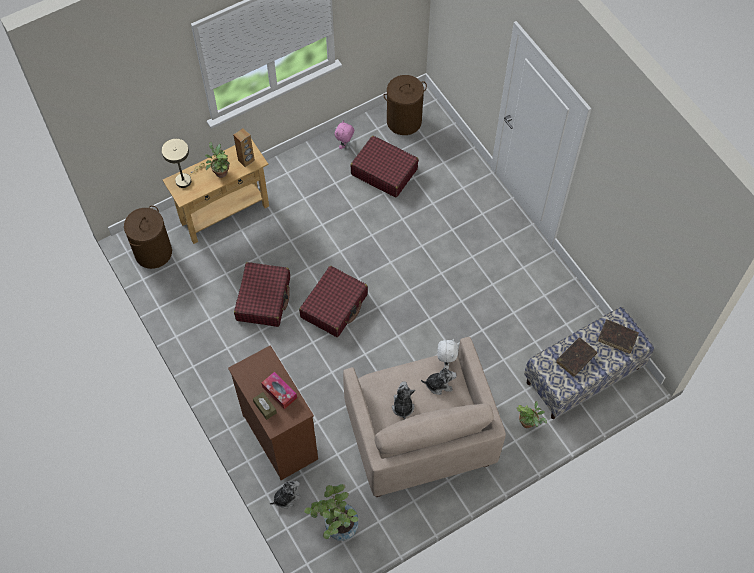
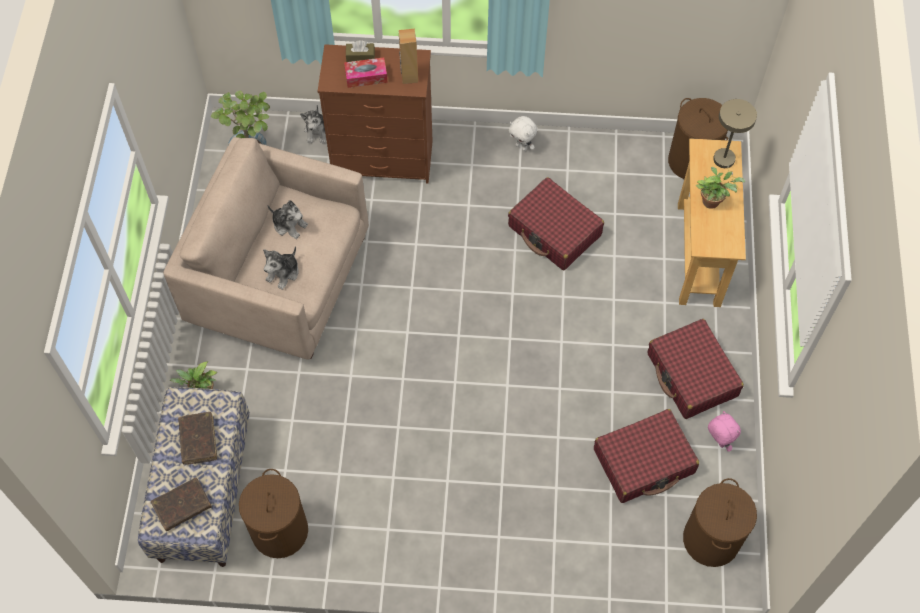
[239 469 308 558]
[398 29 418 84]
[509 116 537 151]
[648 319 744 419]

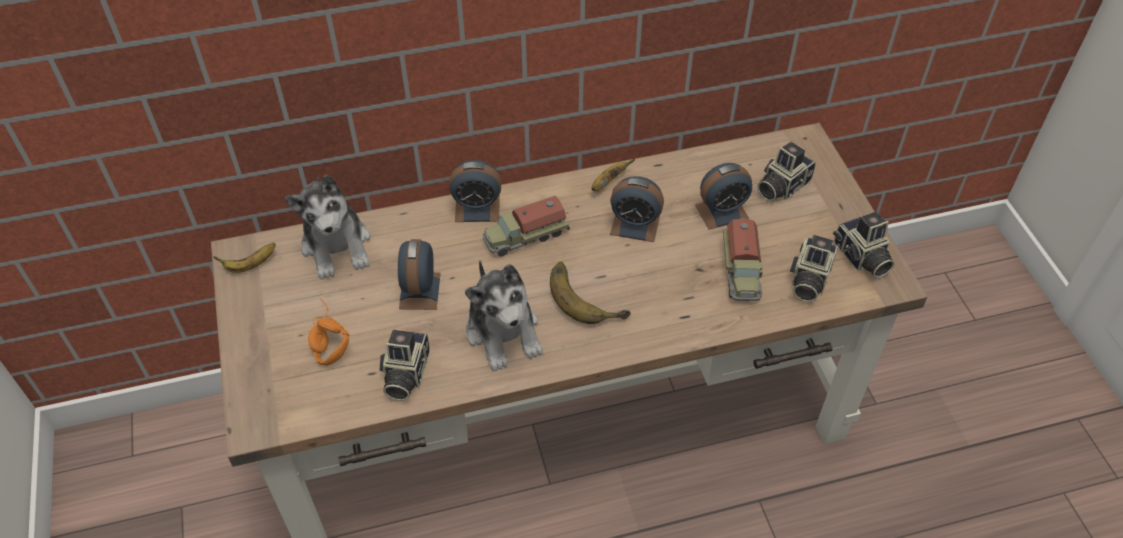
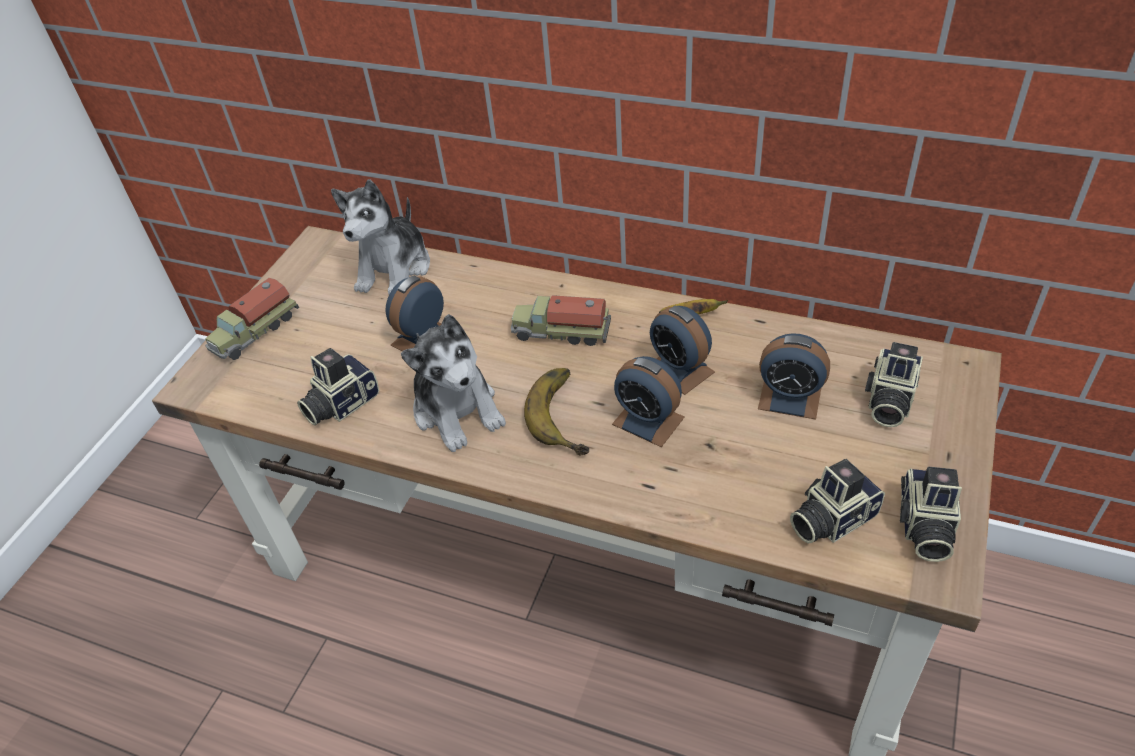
[205 278 299 360]
[401 314 506 452]
[612 356 685 447]
[865 342 923 427]
[214 243 276 273] (first image)
[308 299 349 366] (first image)

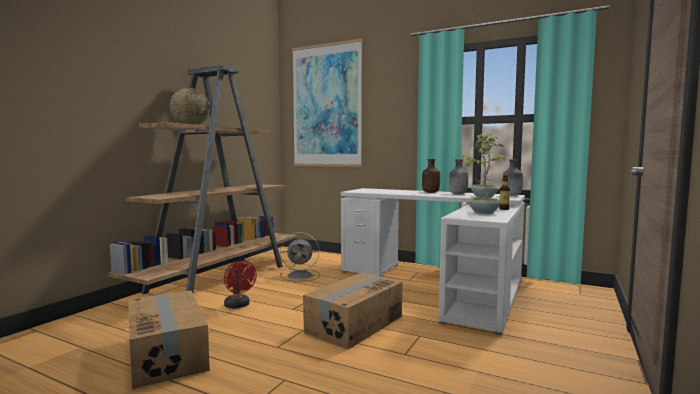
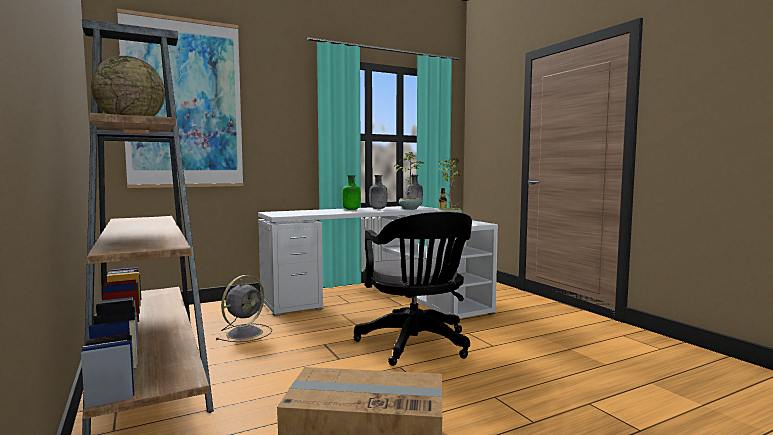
[342 175 361 210]
[354 212 472 366]
[224 260 257 309] (first image)

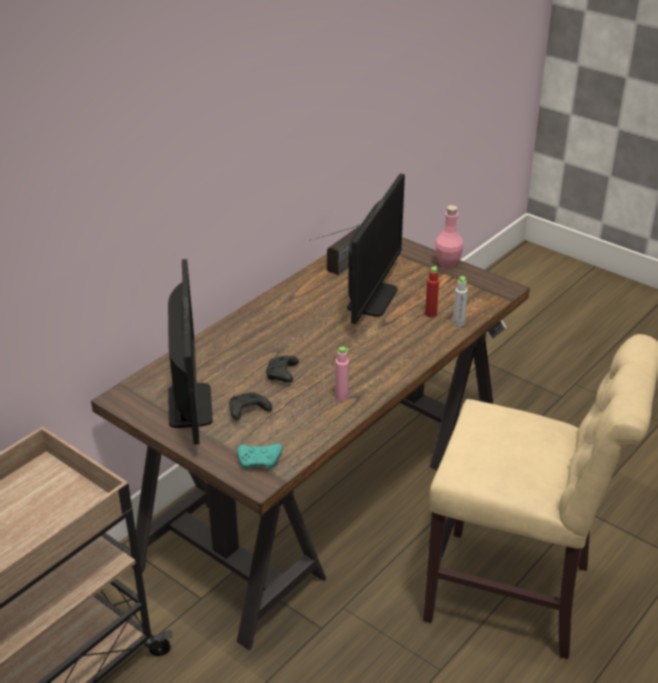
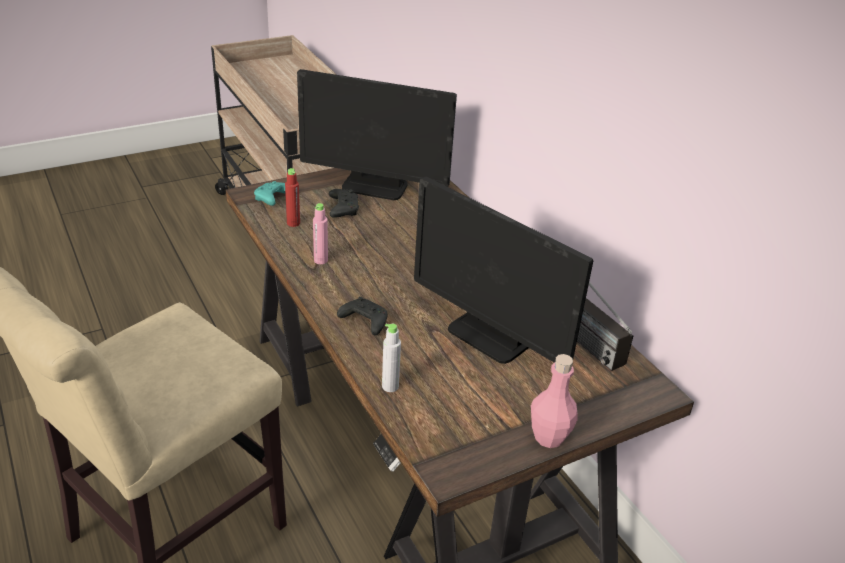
[285 168 300 227]
[337 297 388 335]

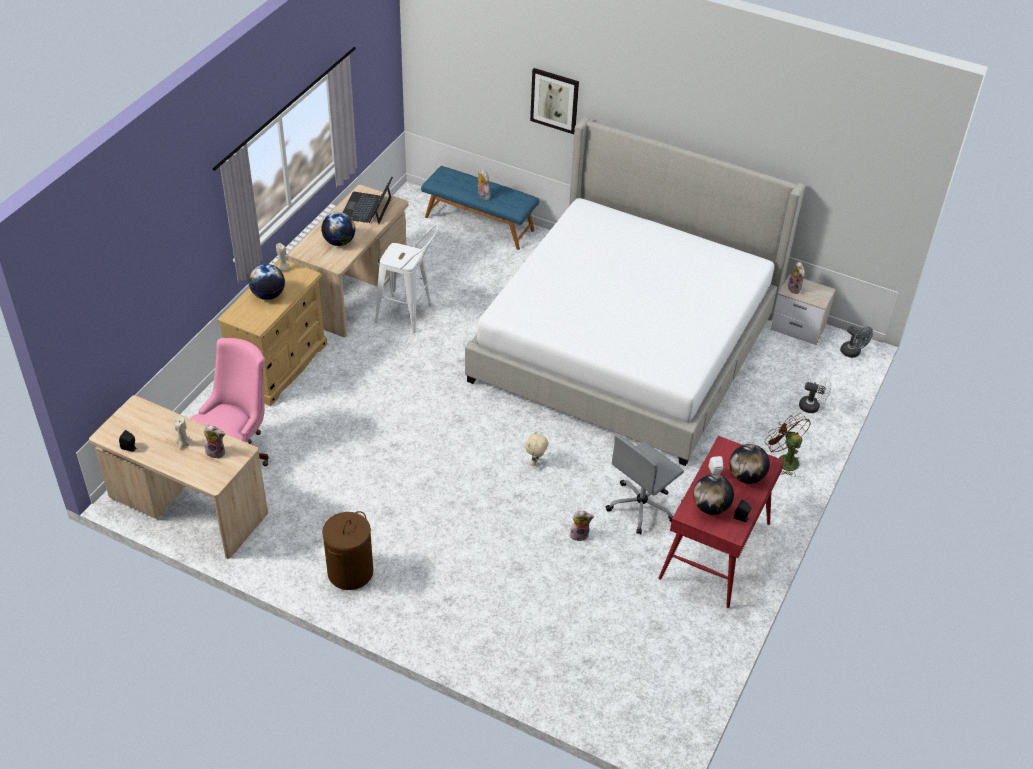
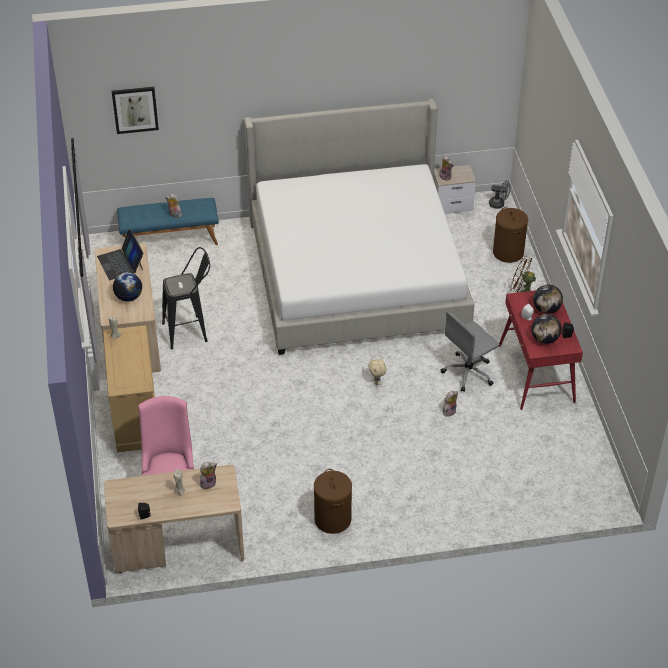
[112 87 159 134]
[162 247 210 350]
[441 312 500 392]
[493 207 528 263]
[249 264 285 300] (first image)

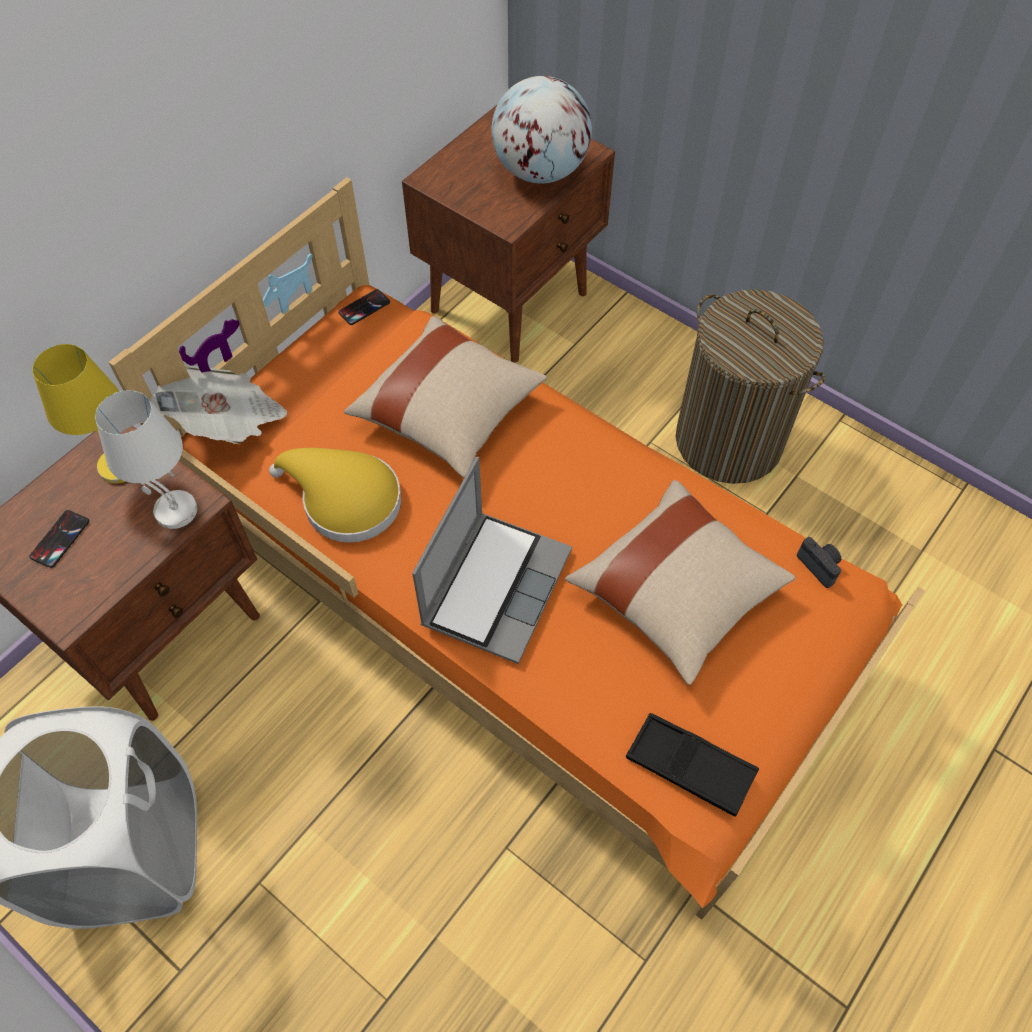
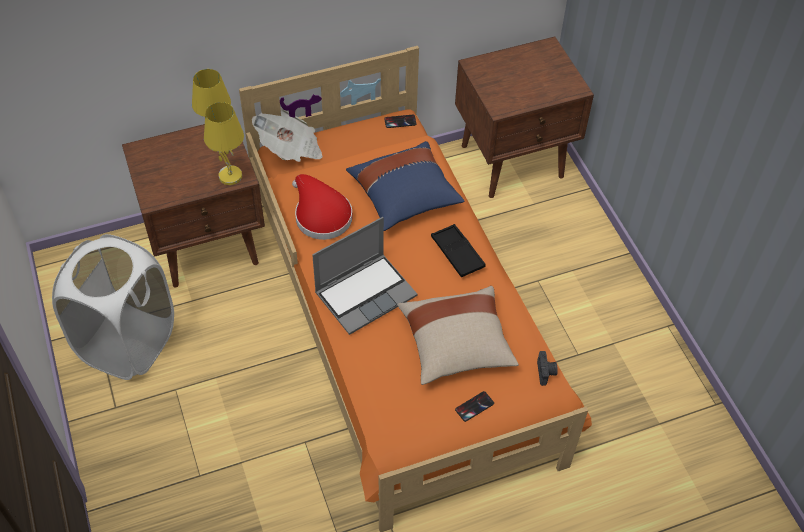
[204 102 244 185]
[292 174 353 240]
[346 141 465 231]
[431 224 486 277]
[455 391 494 422]
[491 76 592 184] (first image)
[675 289 826 484] (first image)

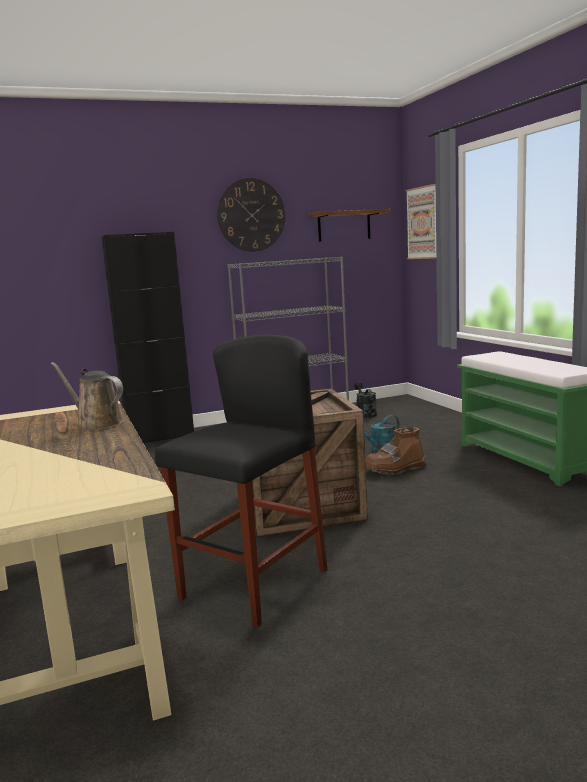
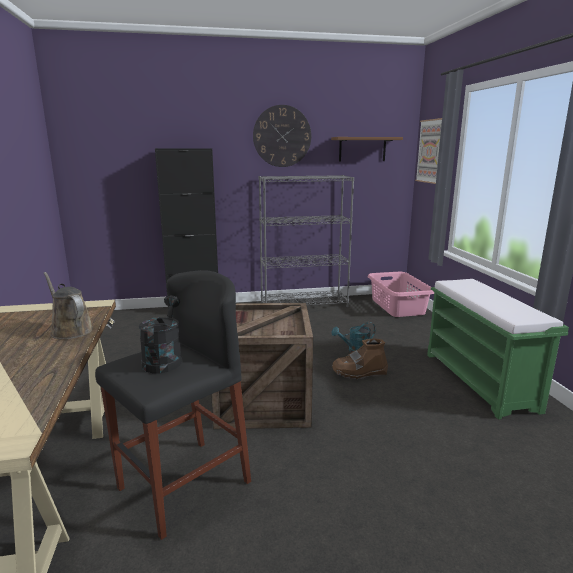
[139 295 182 374]
[367 272 434 317]

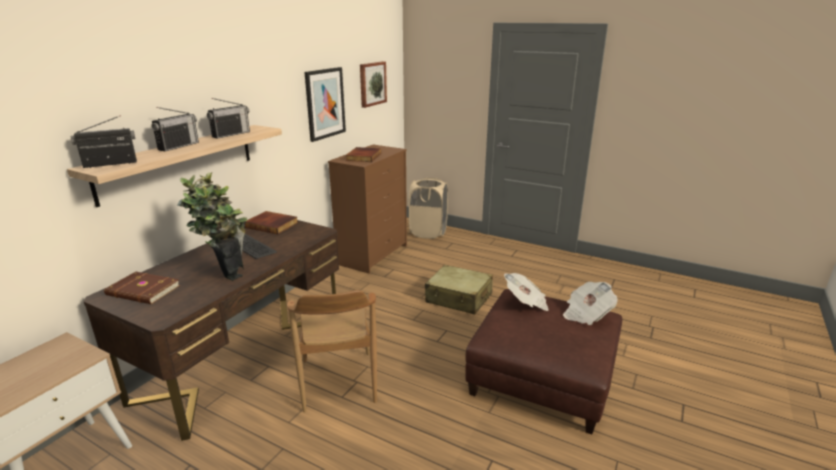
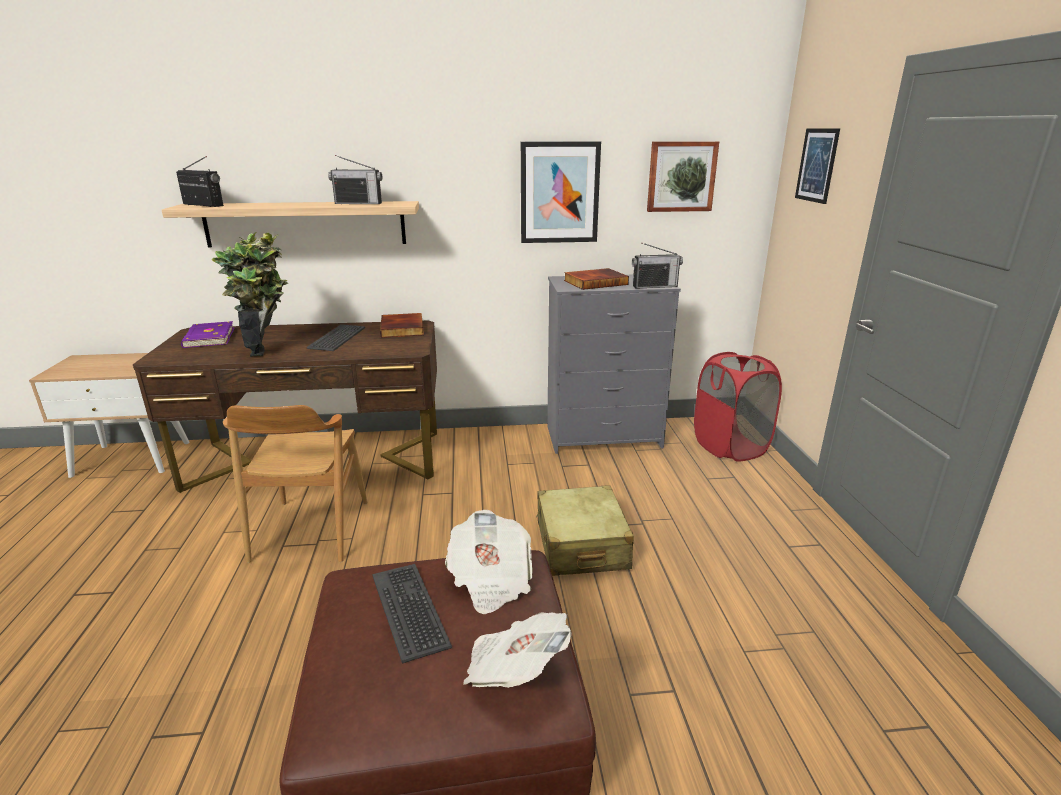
[181 321 234 348]
[223 405 368 563]
[372 564 452 664]
[547 275 681 454]
[632 243 683 289]
[694 352 782 462]
[795 128 840 204]

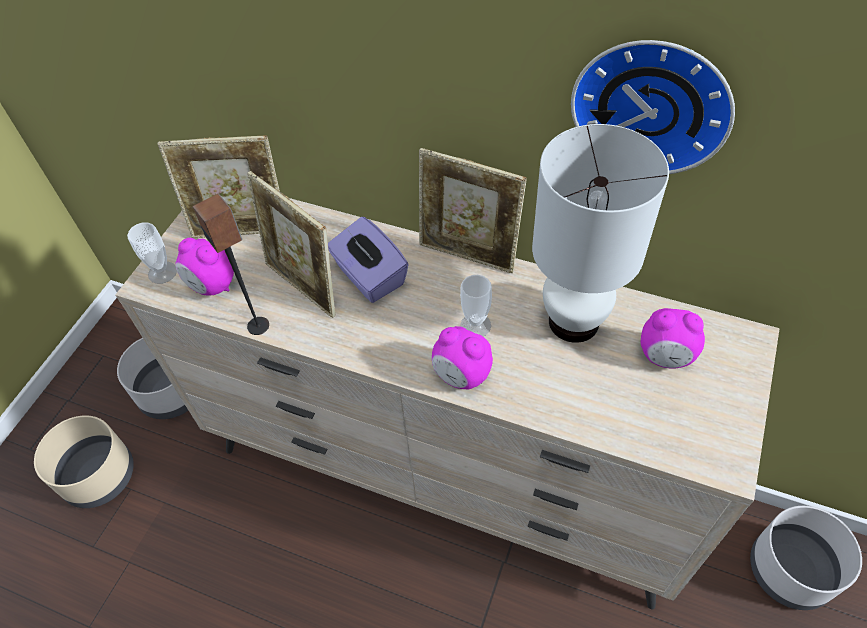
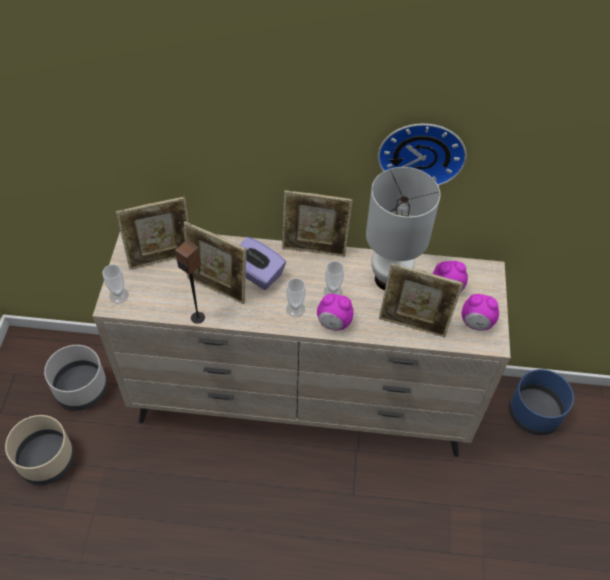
[286 278 306 317]
[379 263 463 337]
[462 294 499 331]
[509 369 574 435]

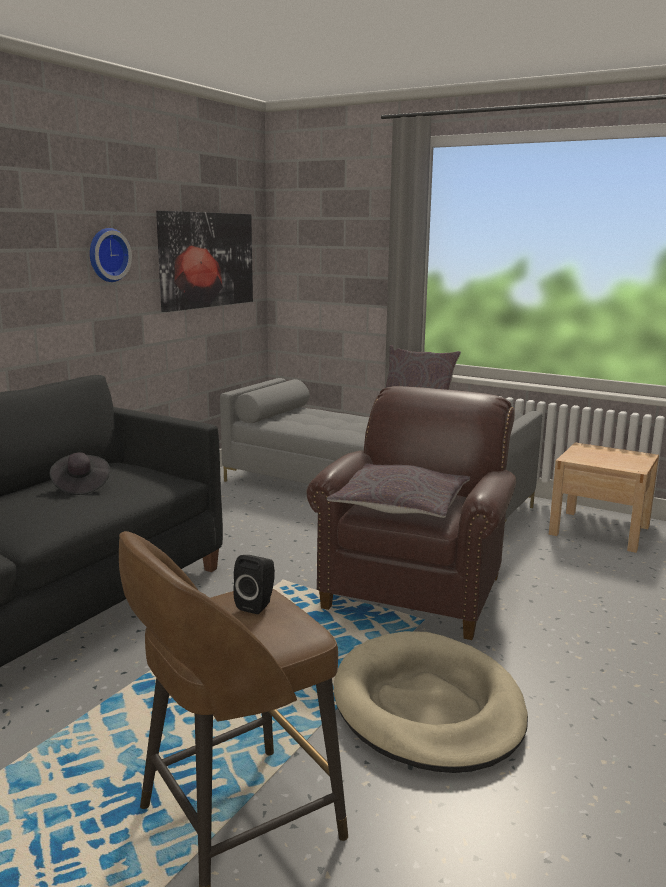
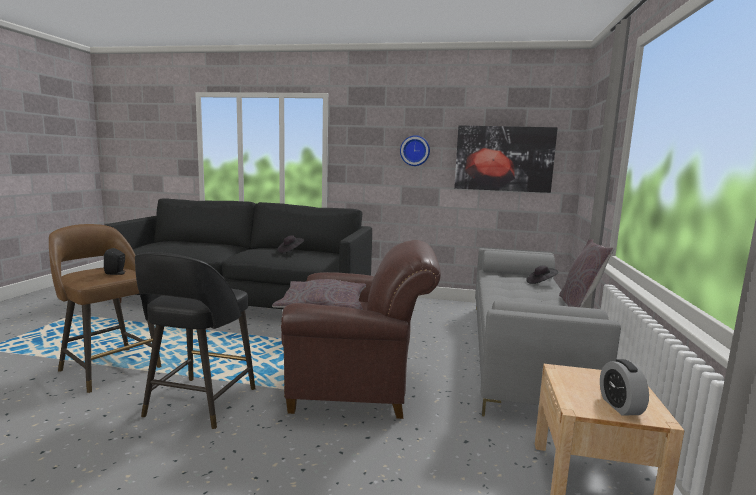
[135 252 255 429]
[526 265 559 284]
[600 359 649 415]

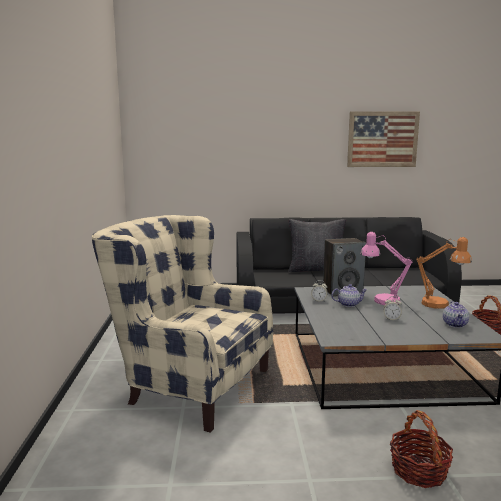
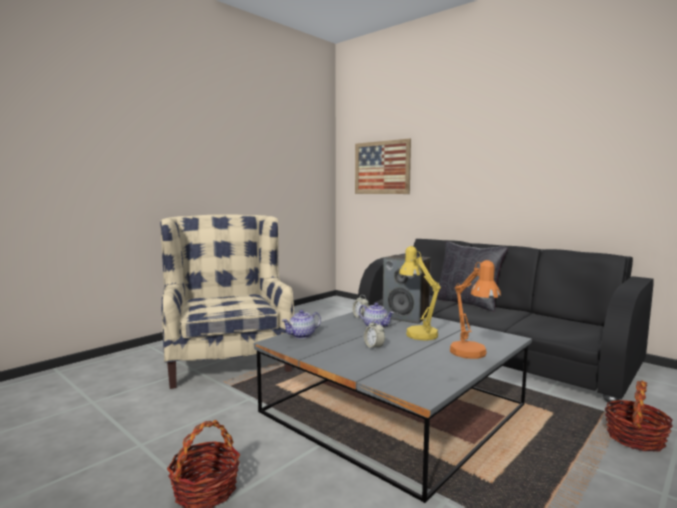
[282 310 321 339]
[355 138 411 194]
[399 246 441 341]

